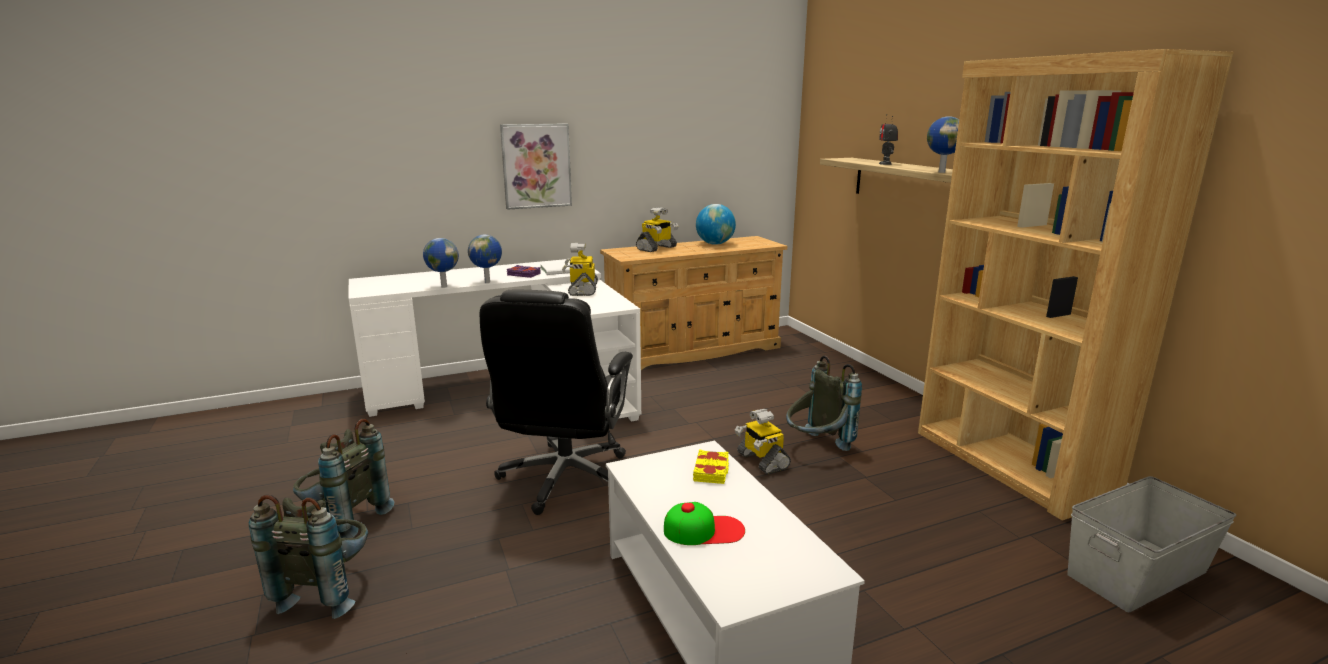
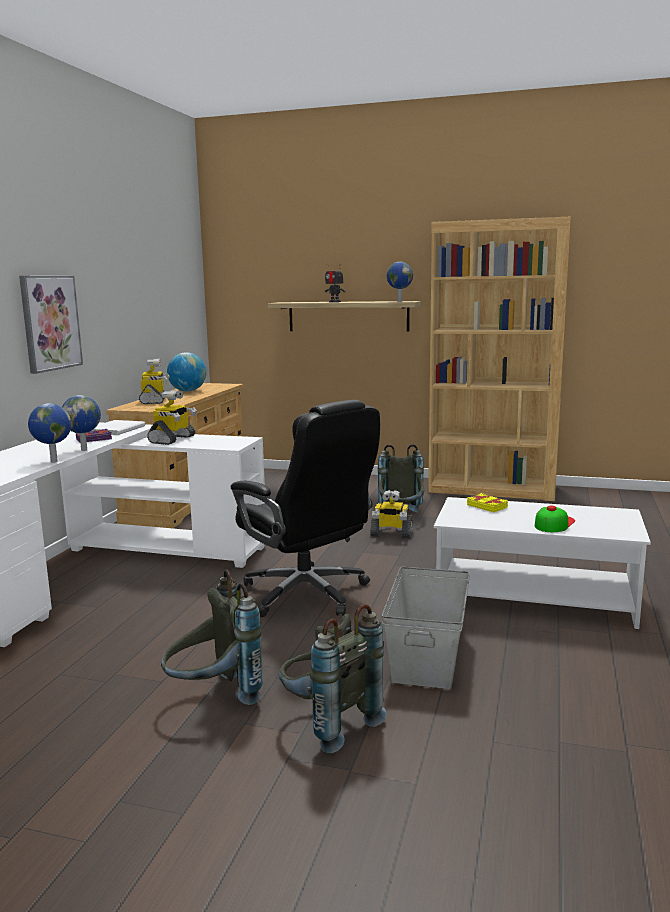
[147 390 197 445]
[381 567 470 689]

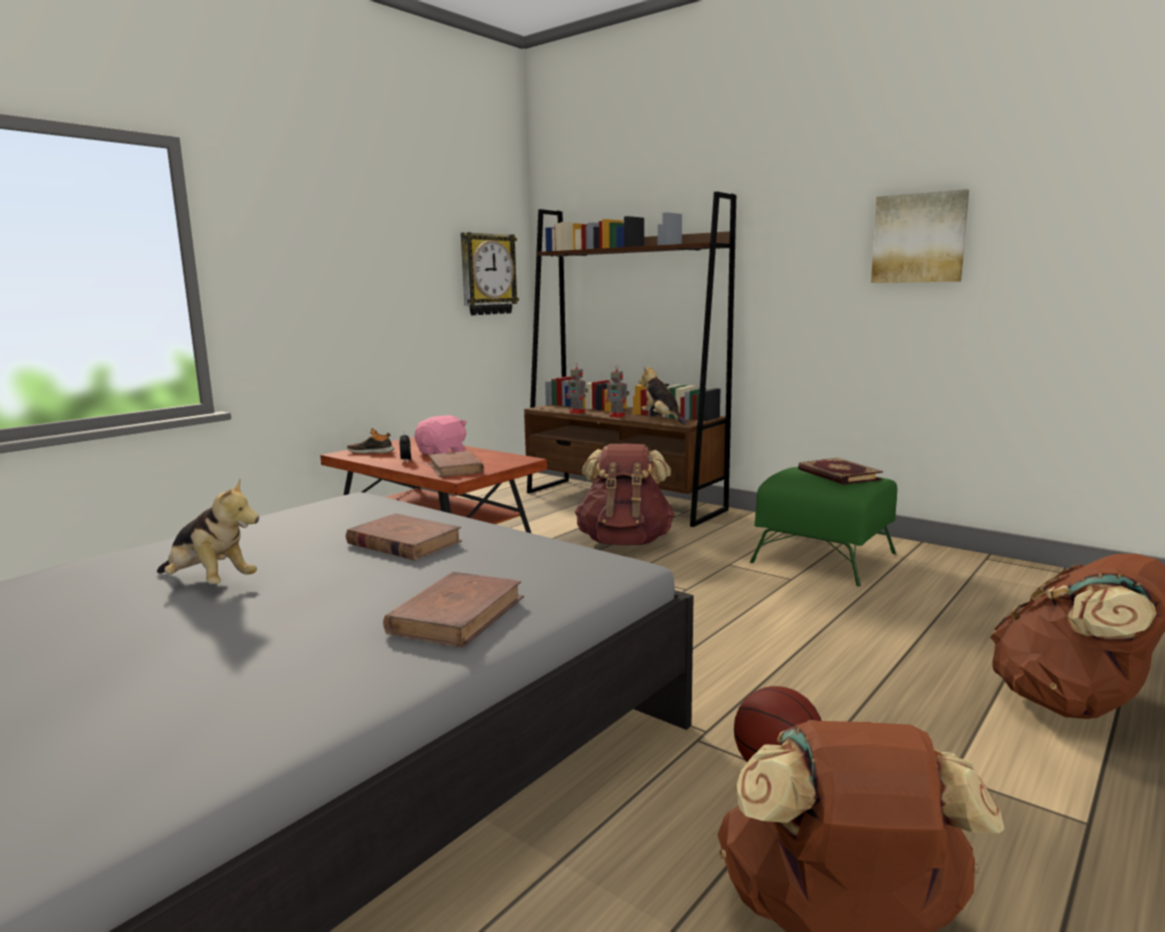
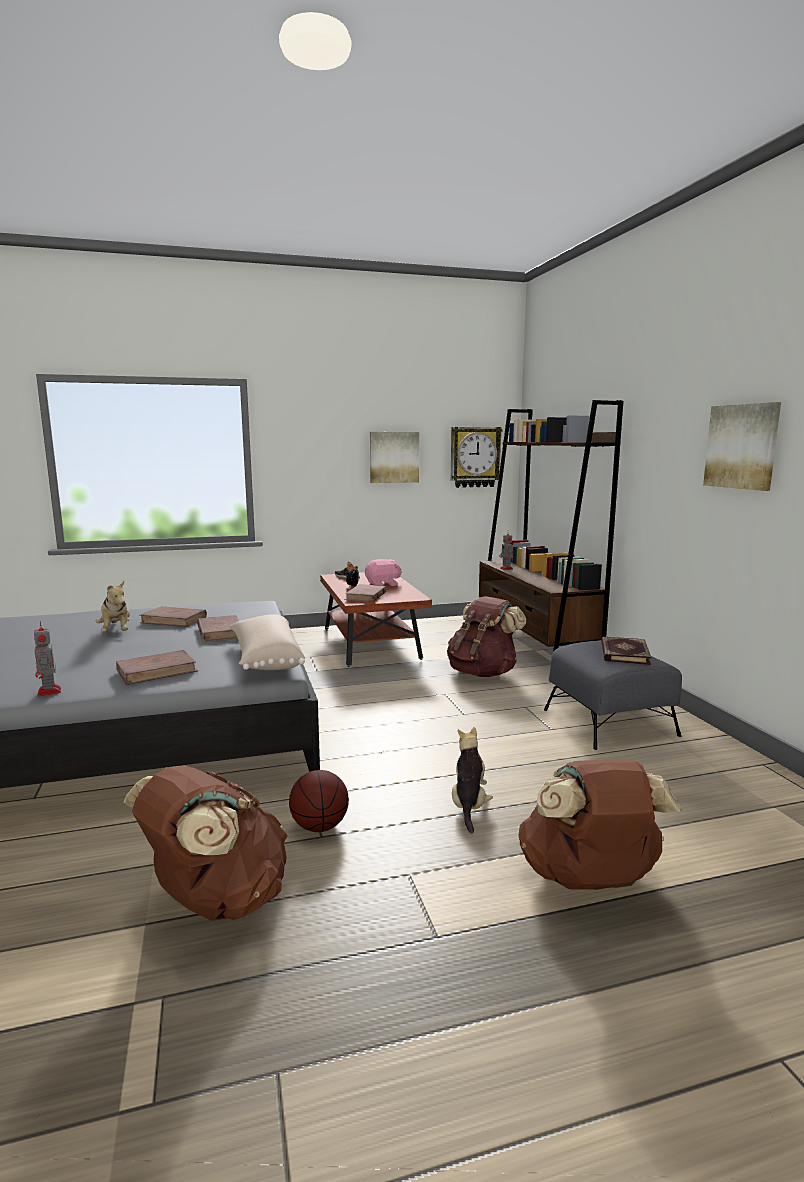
[34 621 61 697]
[139 606 207 627]
[230 614 305 670]
[370 432 419 483]
[452 727 493 834]
[544 640 682 750]

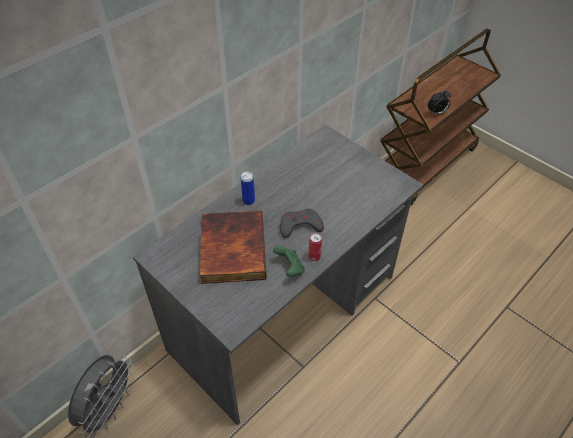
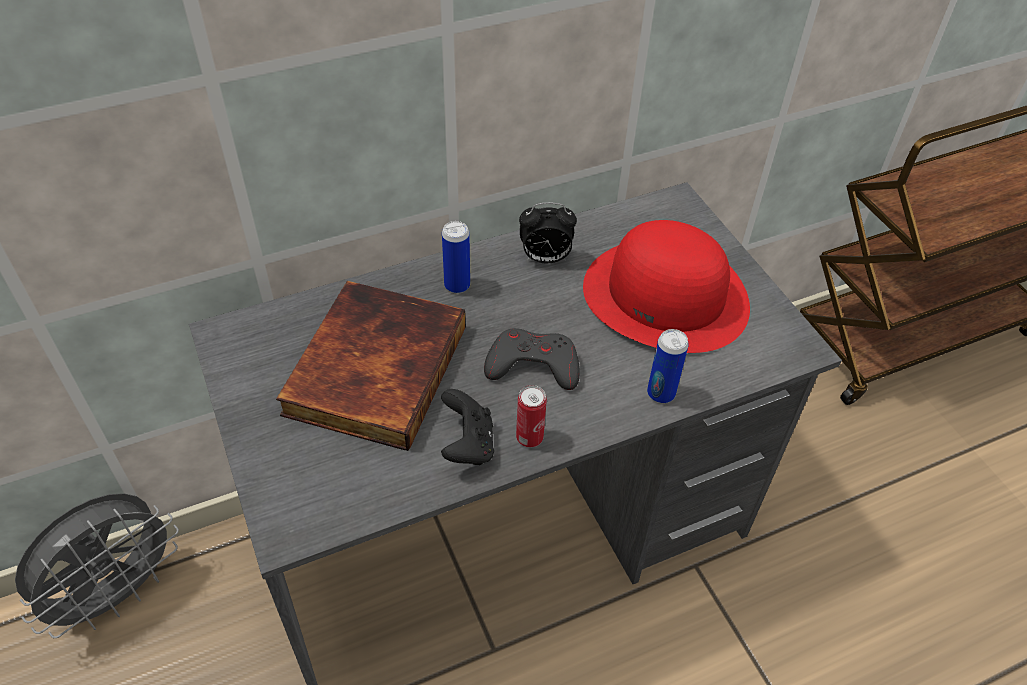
[441 389 494 465]
[519 203 577 263]
[583 220 750 353]
[647 329 689 403]

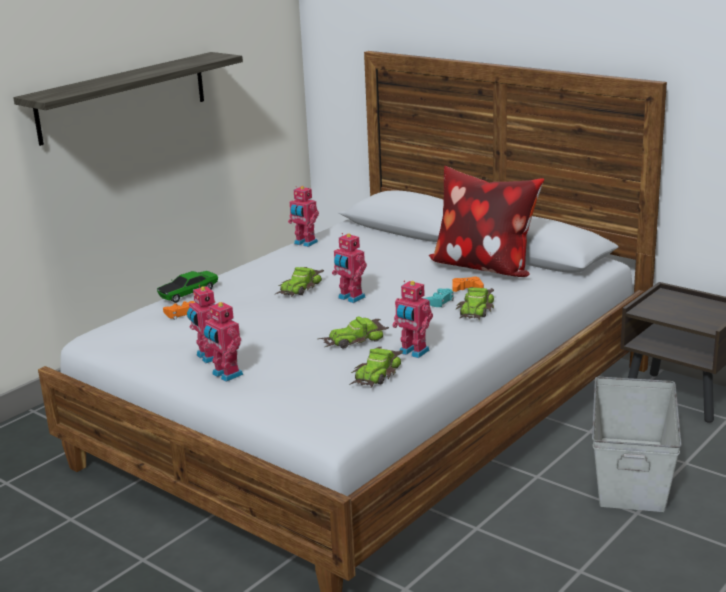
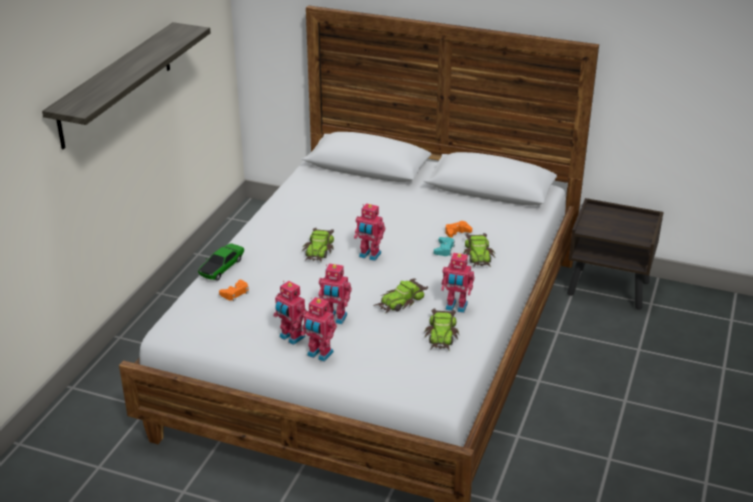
[319 263 352 324]
[428 166 544 277] (first image)
[592 377 682 512] (first image)

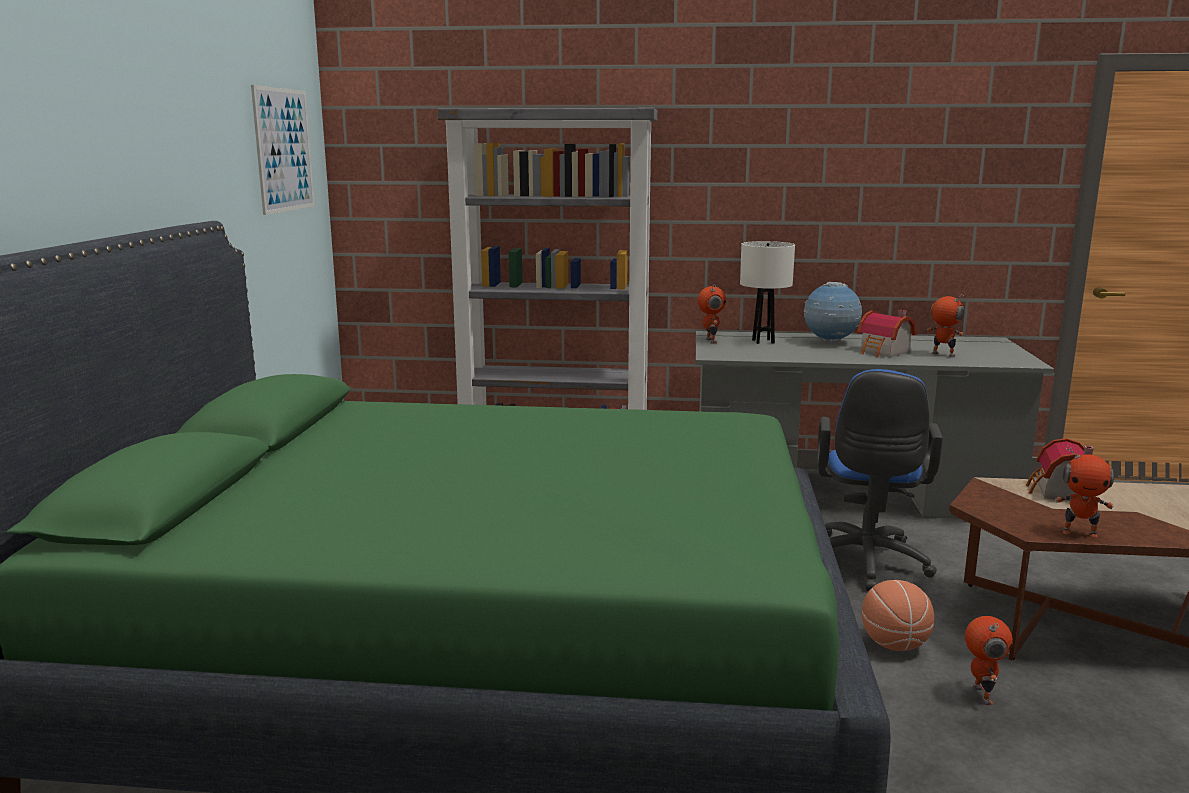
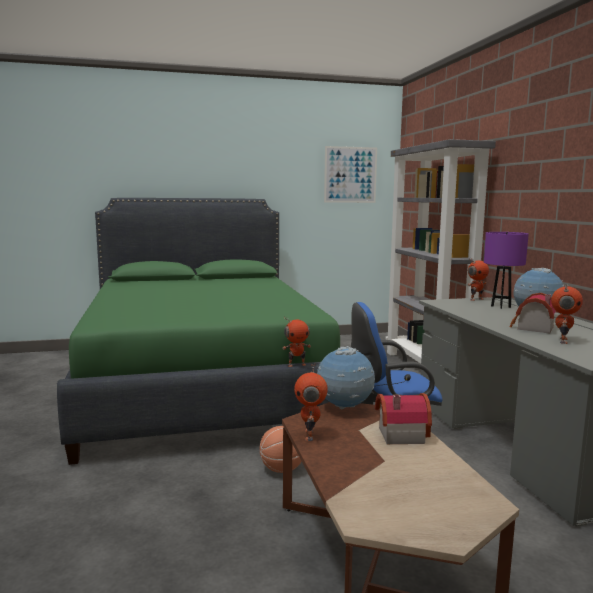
[282 316 311 367]
[317 346 375 409]
[484 232 529 309]

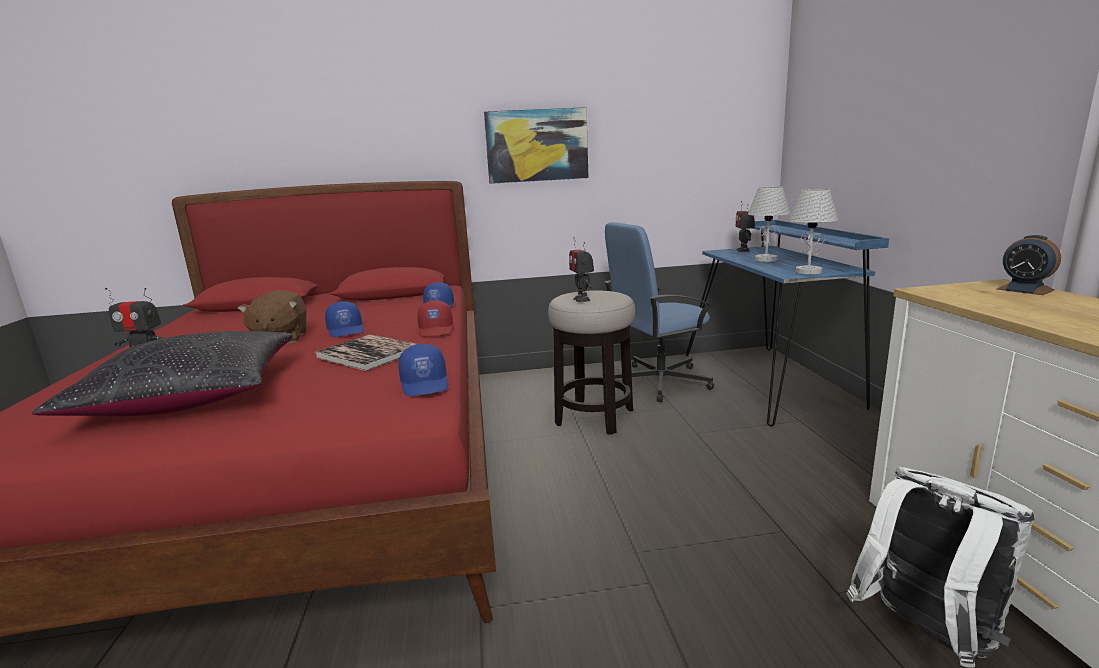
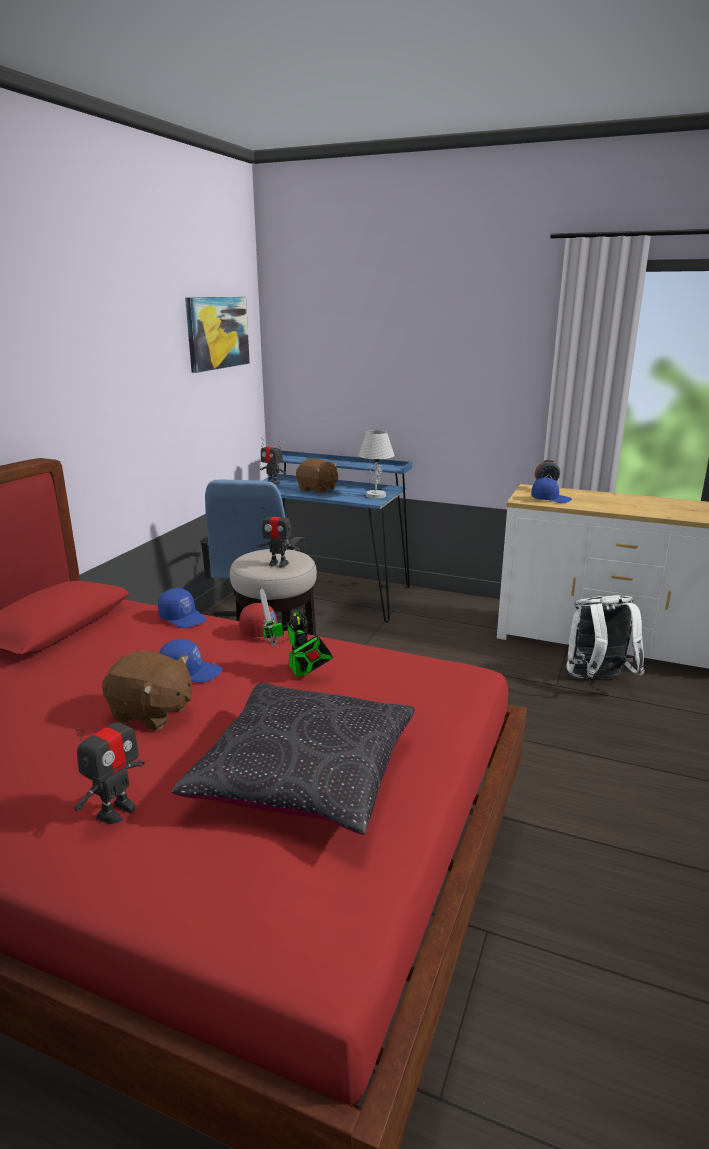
[185 297 250 373]
[259 588 333 677]
[296 459 338 494]
[532 477 572 503]

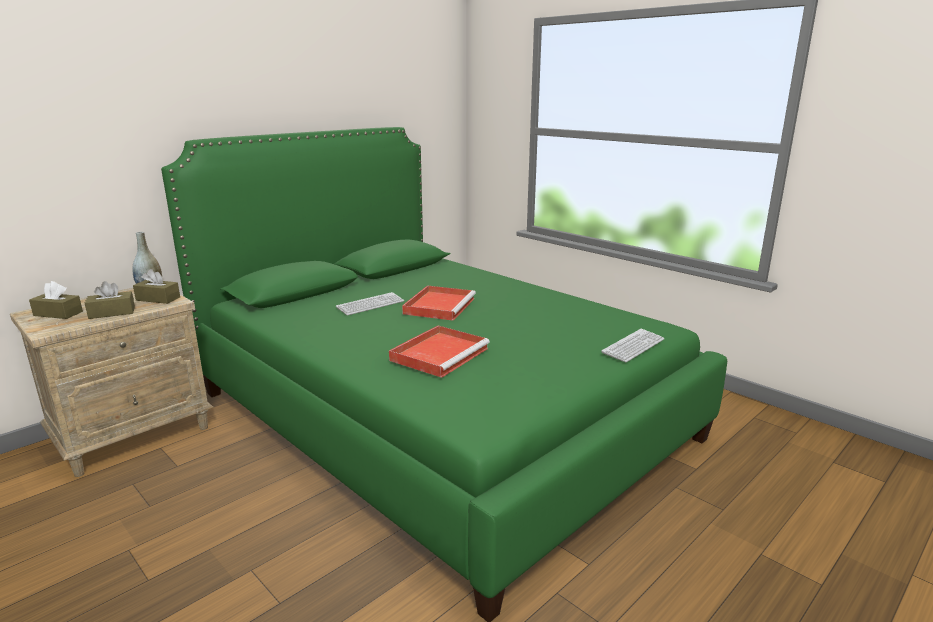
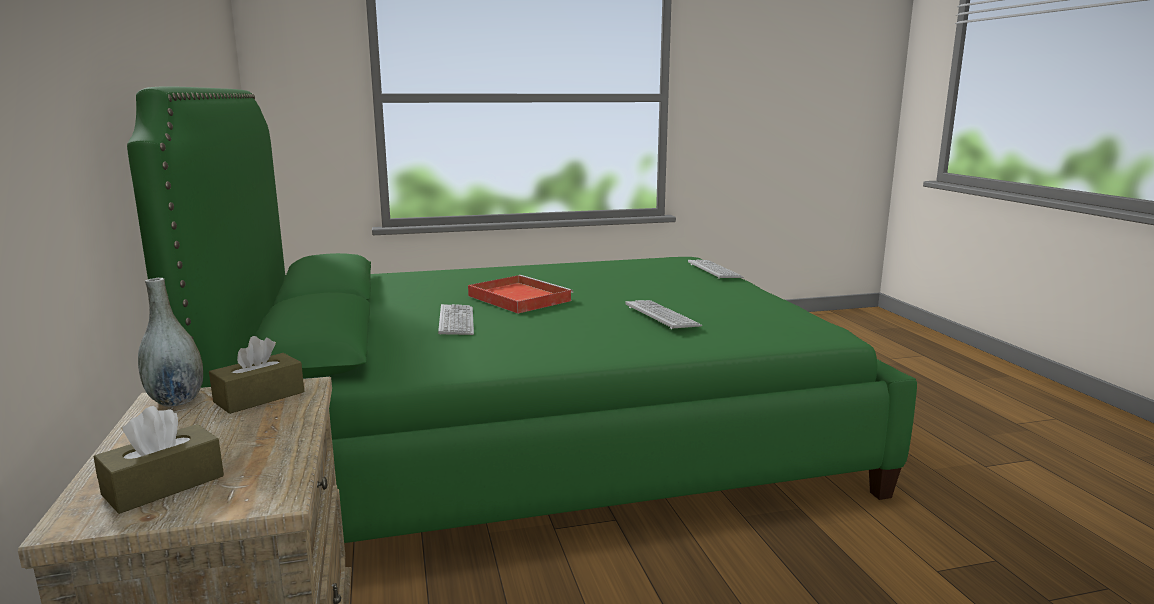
[625 300 702 329]
[85 281 135 319] (first image)

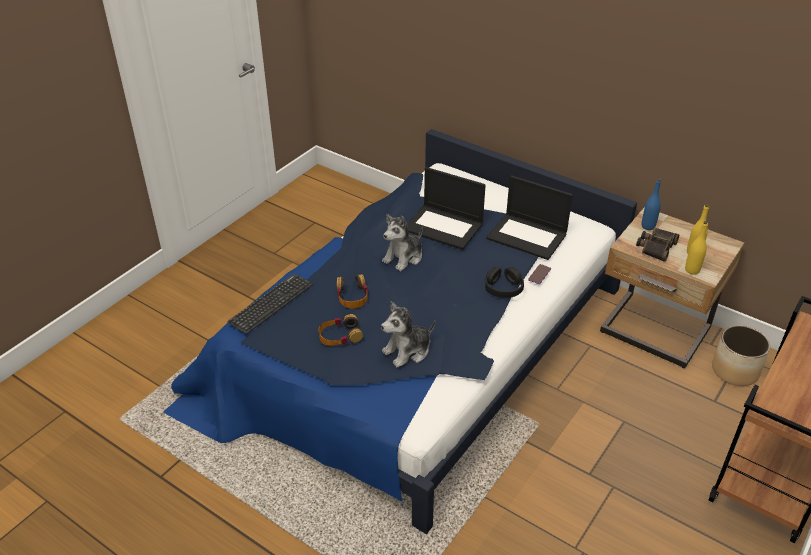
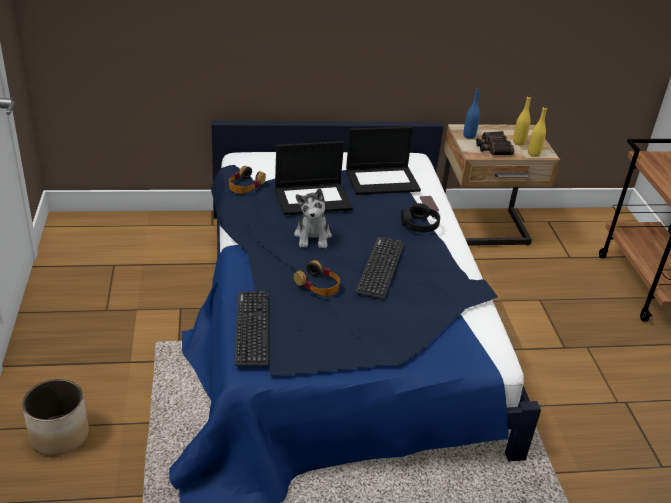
[22 379 89 456]
[229 166 266 194]
[355 237 404 299]
[381 301 435 368] (first image)

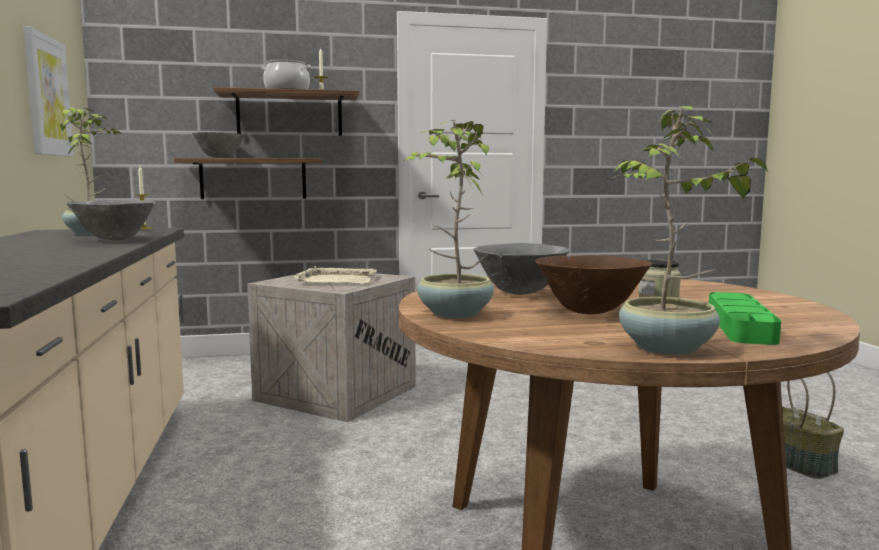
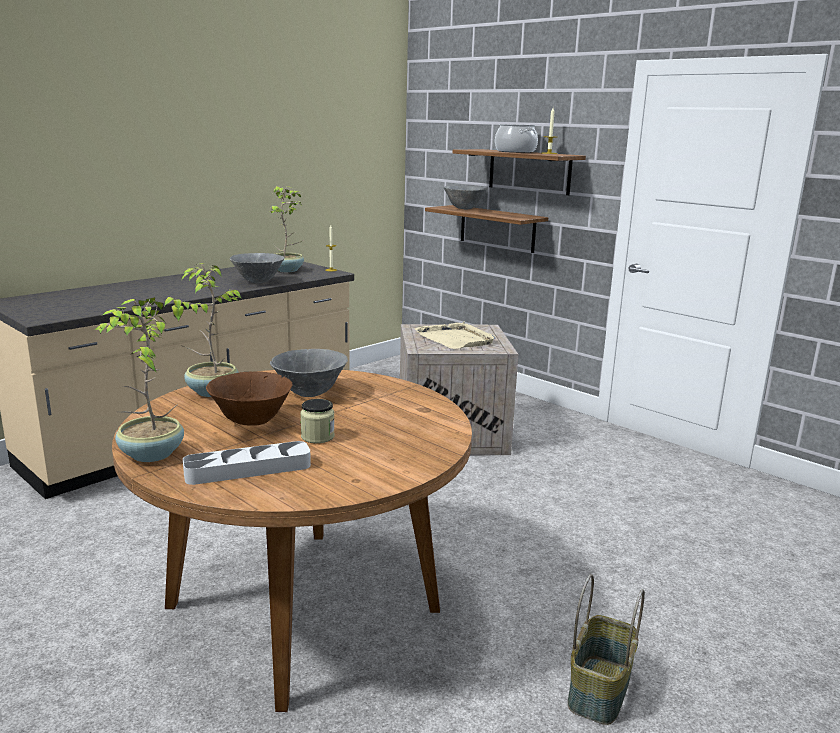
[183 441 311 485]
[23 26 74 157] (first image)

